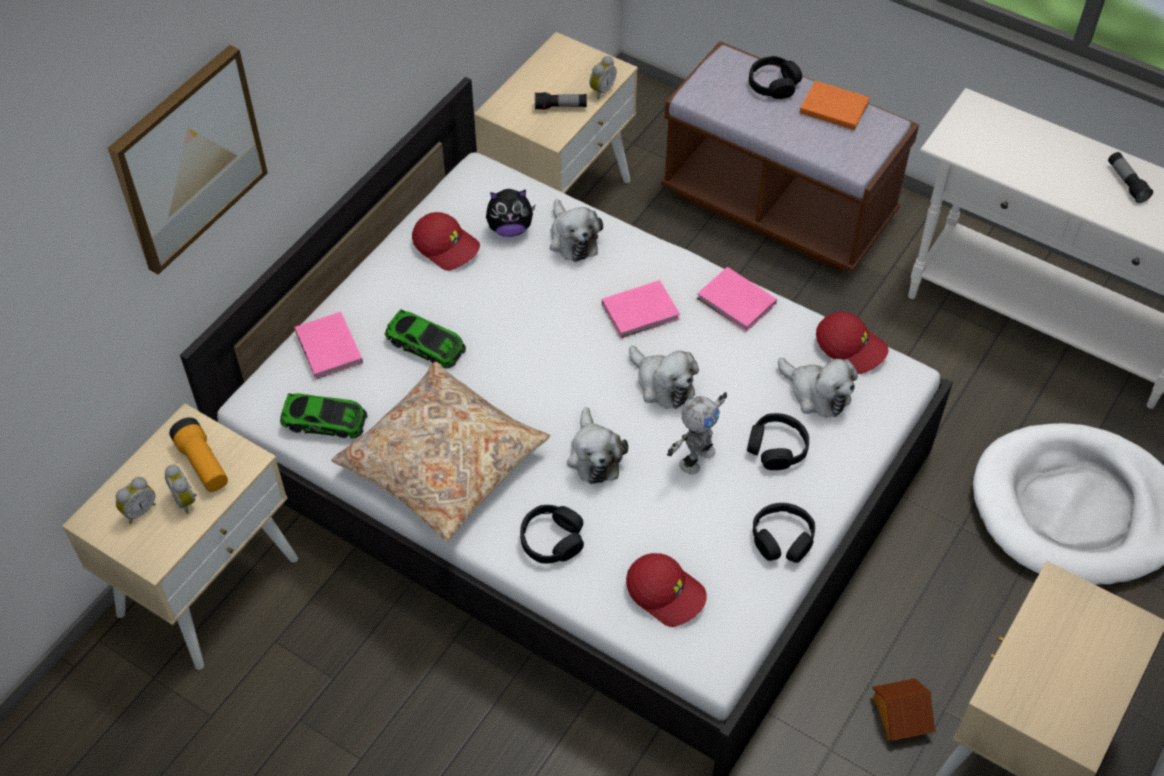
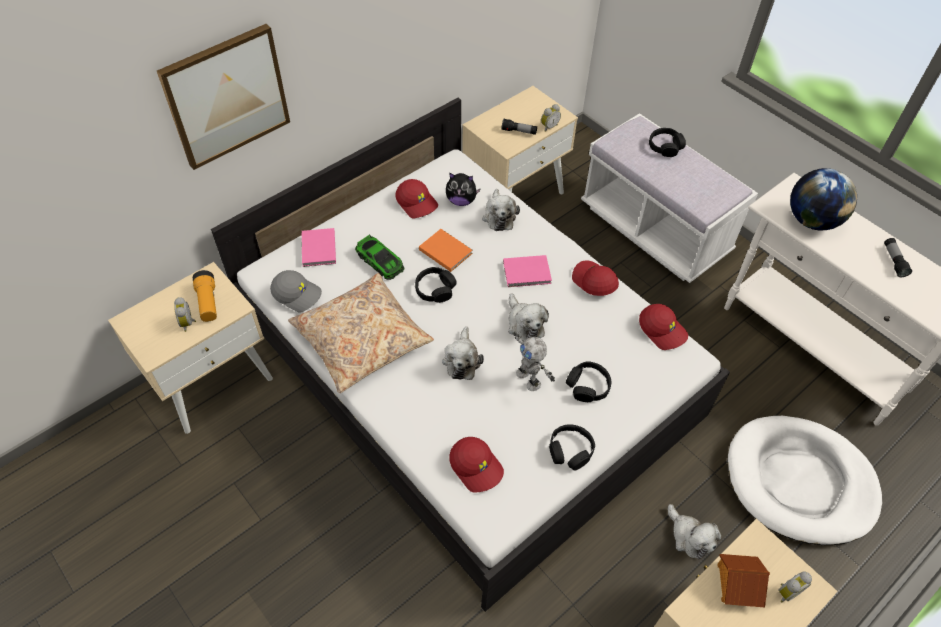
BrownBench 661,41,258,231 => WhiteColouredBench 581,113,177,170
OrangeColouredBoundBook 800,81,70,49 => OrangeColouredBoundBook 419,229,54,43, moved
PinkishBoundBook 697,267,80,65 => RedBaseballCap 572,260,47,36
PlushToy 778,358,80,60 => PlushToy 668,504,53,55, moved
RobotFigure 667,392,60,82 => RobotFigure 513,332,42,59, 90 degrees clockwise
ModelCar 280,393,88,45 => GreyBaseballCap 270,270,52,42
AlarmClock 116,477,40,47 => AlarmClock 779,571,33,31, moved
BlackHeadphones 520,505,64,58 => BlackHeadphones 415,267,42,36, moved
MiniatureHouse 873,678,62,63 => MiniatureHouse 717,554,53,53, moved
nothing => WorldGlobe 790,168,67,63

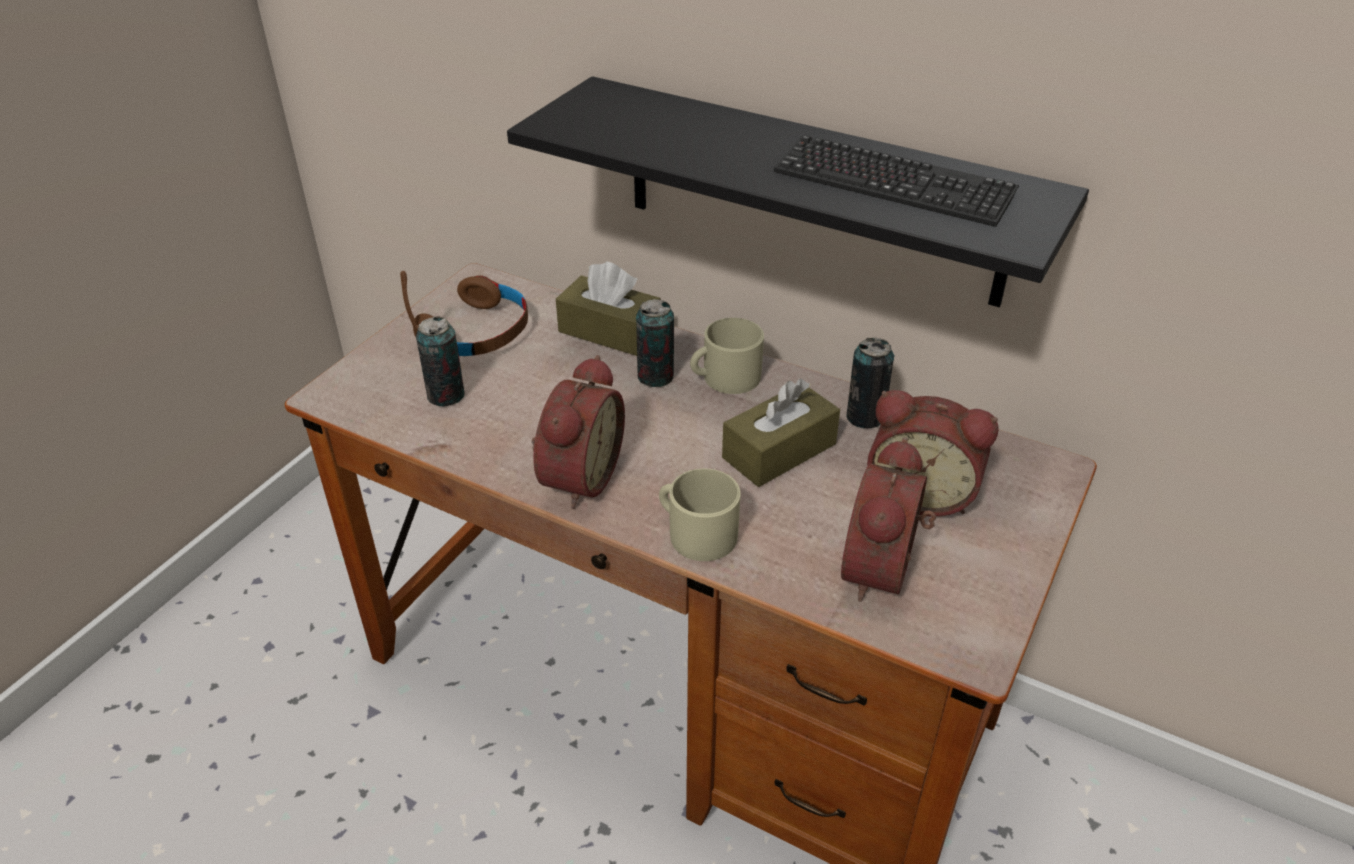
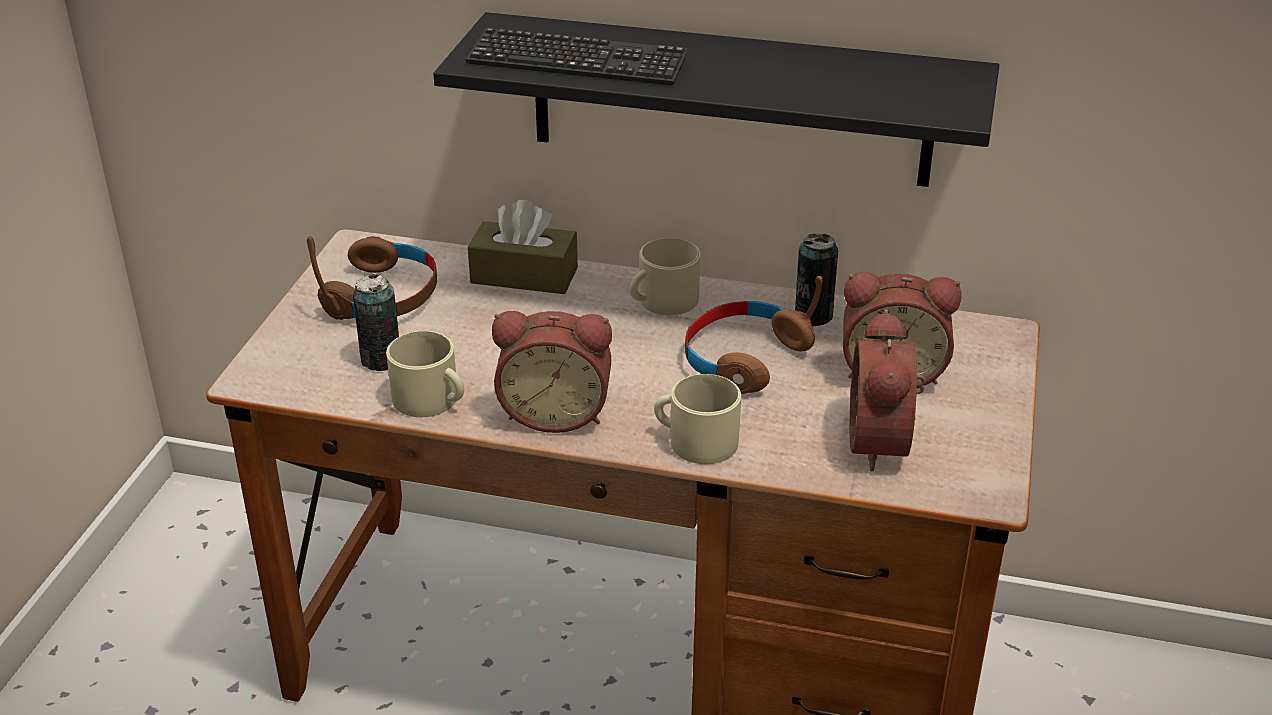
Keyboard 774,135,245,92 => Keyboard 466,28,222,57, moved
SealedCan 636,299,38,88 => nothing
AlarmClock 532,355,93,154 => AlarmClock 492,311,120,122, 90 degrees clockwise
BrownTissueBox 722,379,118,108 => BrownHeadphones 685,276,138,118
nothing => SandColouredMug 386,331,78,86

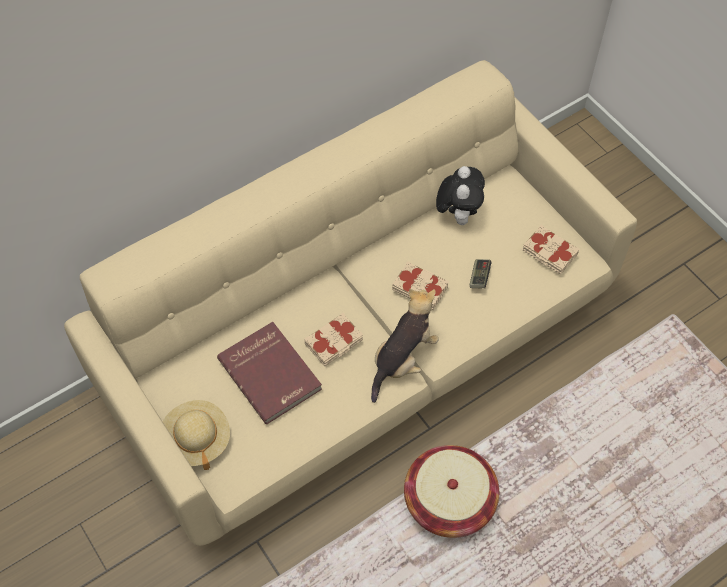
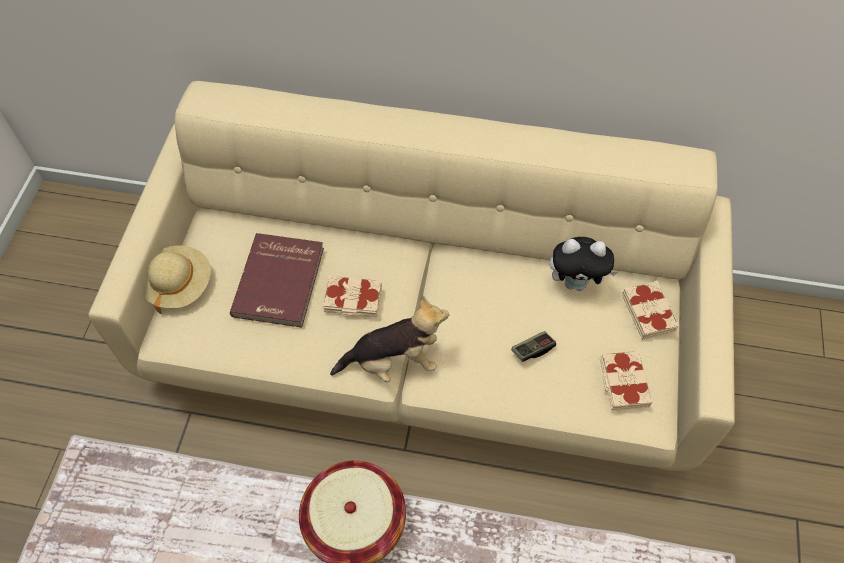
PlushToy 436,166,49,59 => PlushToy 549,237,69,54, 45 degrees clockwise
SandColouredBoundBook 392,261,57,49 => SandColouredBoundBook 622,281,57,59, moved

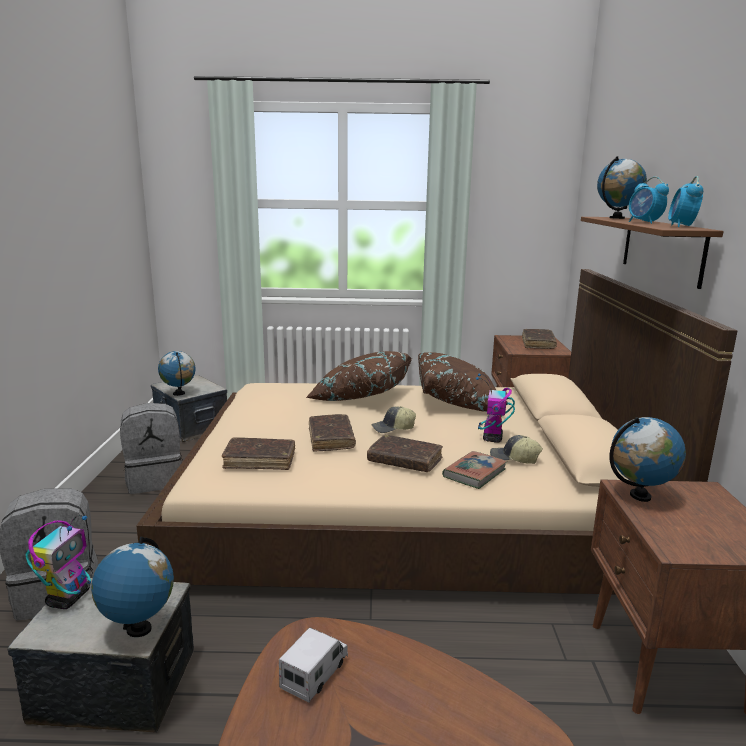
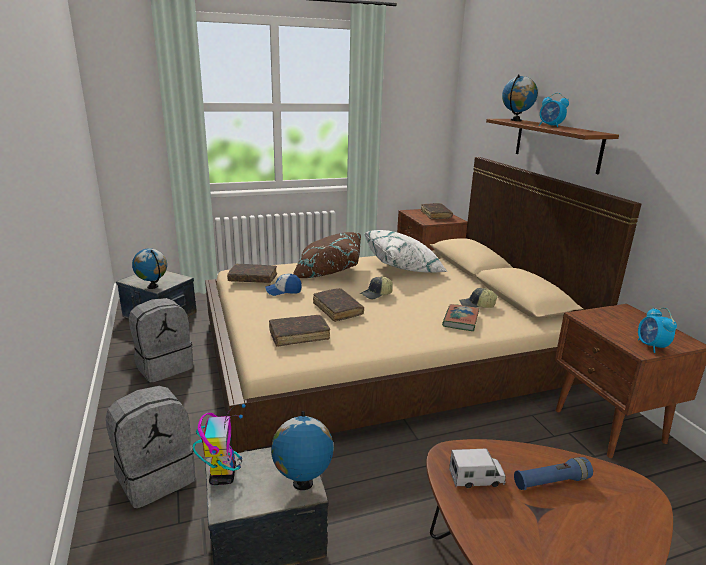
AlarmClock 668,176,35,51 => AlarmClock 638,308,39,45, moved
BrownThrowPillow 418,352,78,60 => WhiteColouredThrowPillow 364,230,84,43
RobotFigure 476,373,39,70 => nothing
WorldGlobe 609,417,77,85 => nothing
BrownBoundBook 367,435,76,37 => BrownBoundBook 227,264,50,19, moved
ModelTruck 279,628,69,75 => ModelTruck 449,448,57,40, 75 degrees clockwise
nothing => BaseballCap 265,274,37,22
nothing => BluishFlashlight 514,457,79,33

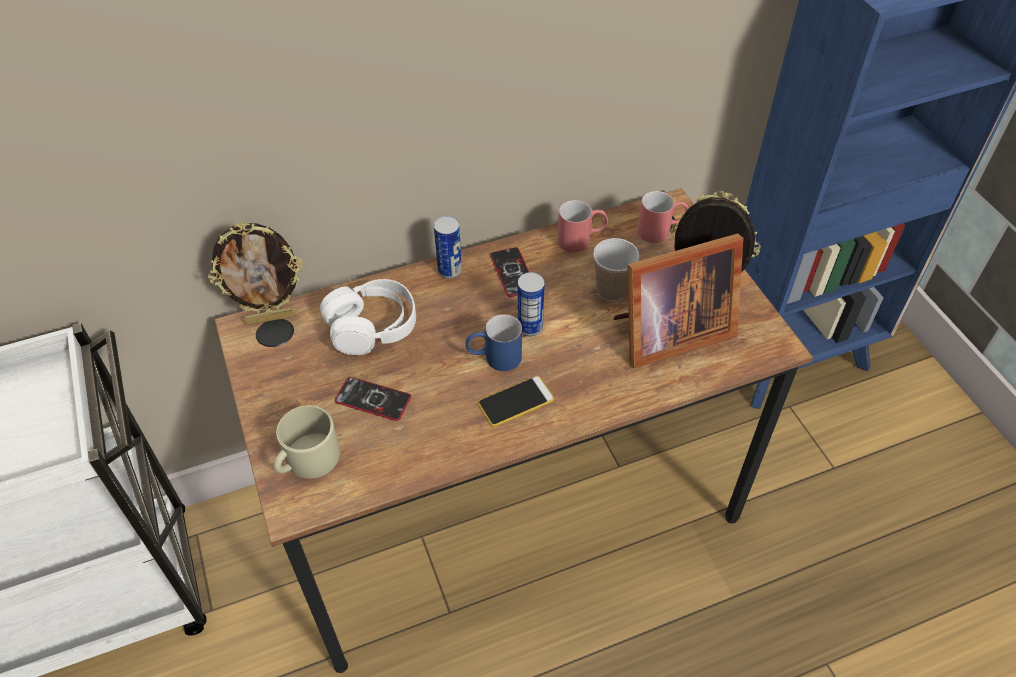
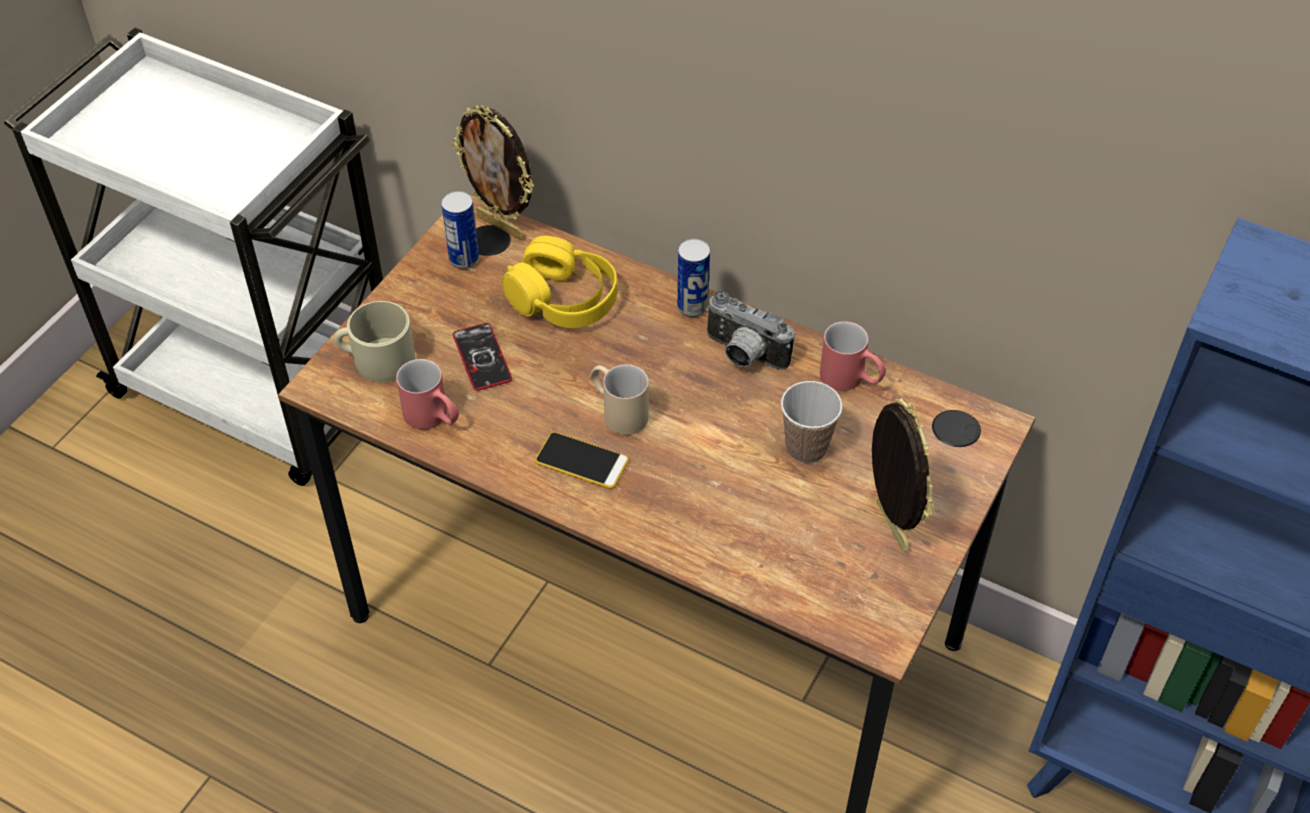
RedMug 637,191,51,52 => RedMug 396,359,63,70, moved
PictureFrame 613,233,130,135 => nothing
Phone 490,247,39,50 => StillCamera 705,291,89,79
SealedCan 517,272,28,64 => SealedCan 441,191,38,78, moved
WhiteColouredHeadphones 320,279,96,76 => YellowishHeadphones 502,236,115,92
BluishMug 466,314,56,57 => SandColouredMug 590,364,59,71

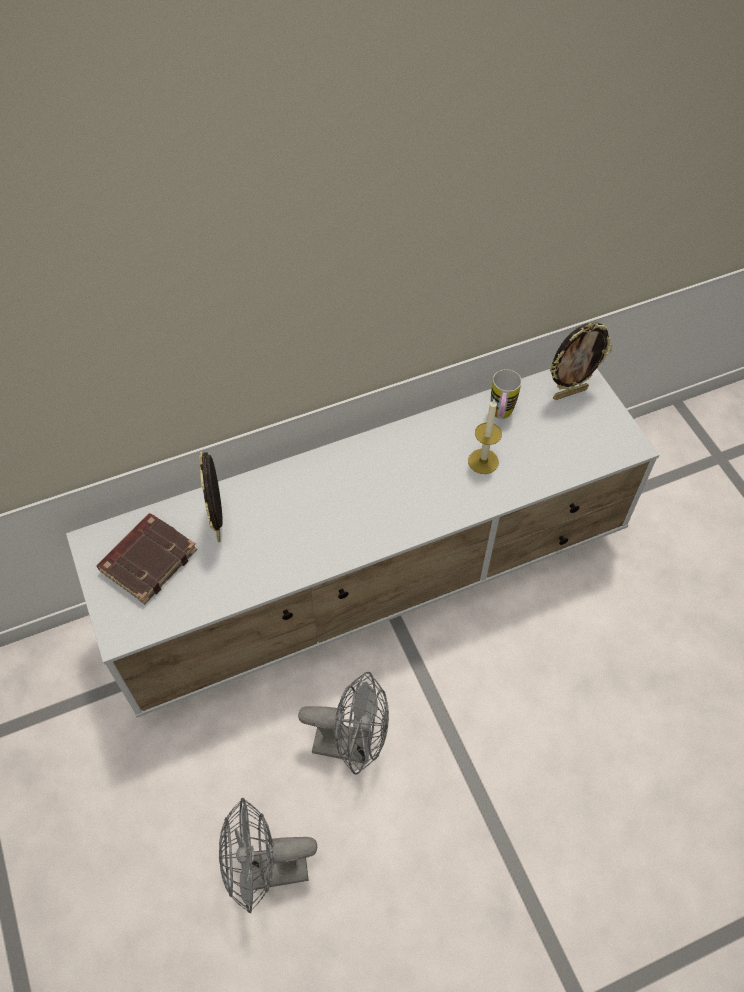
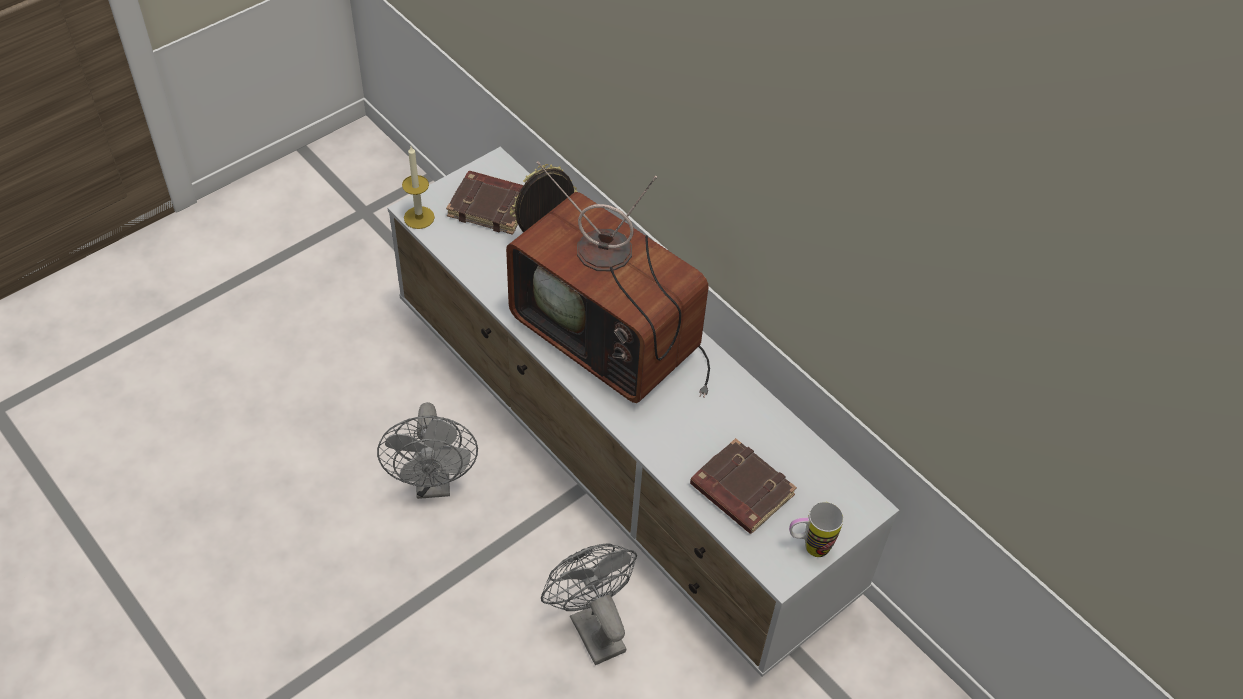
PictureFrame 550,322,63,78 => nothing
Mug 491,369,31,50 => Mug 789,502,55,55, moved
WaxCandle 468,400,34,74 => WaxCandle 402,146,33,83, moved
GreyFan 219,798,98,115 => GreyFan 541,543,96,122, moved
nothing => Tv 506,161,204,242
nothing => BrownBoundBook 690,438,107,96

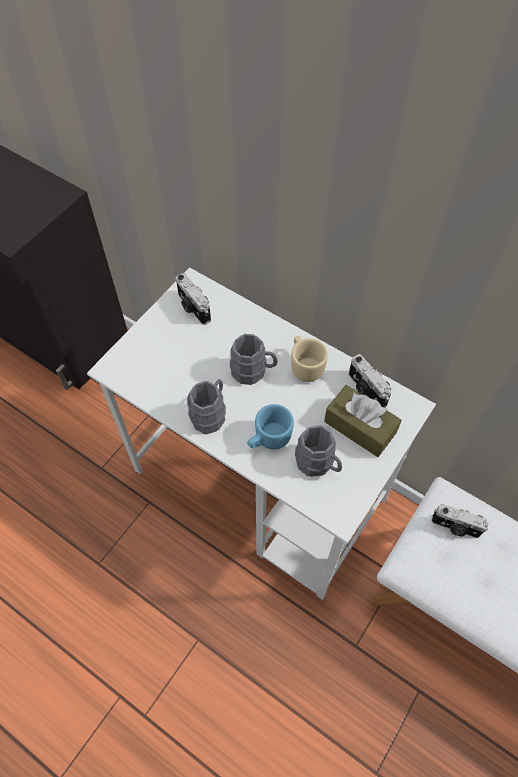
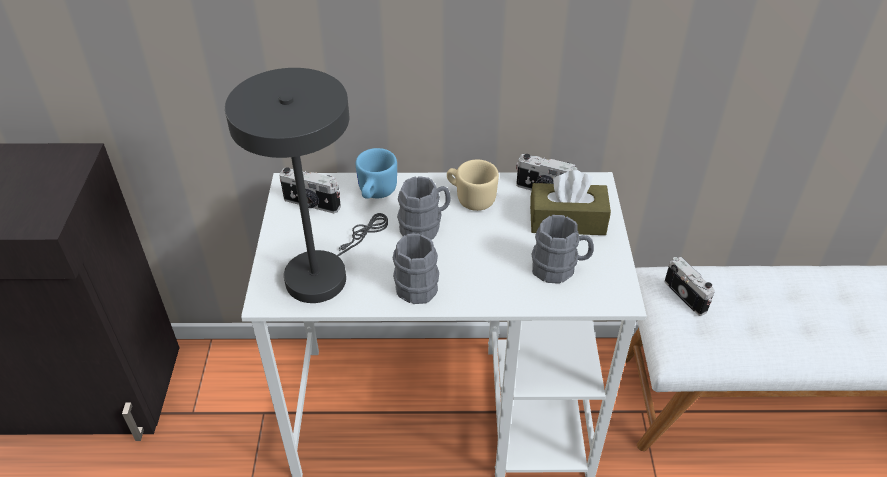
BluishMug 247,404,47,46 => BluishMug 356,148,41,51, moved
StillCamera 431,504,58,34 => StillCamera 664,257,51,59, 105 degrees counterclockwise
nothing => GreyTableLamp 225,68,163,235

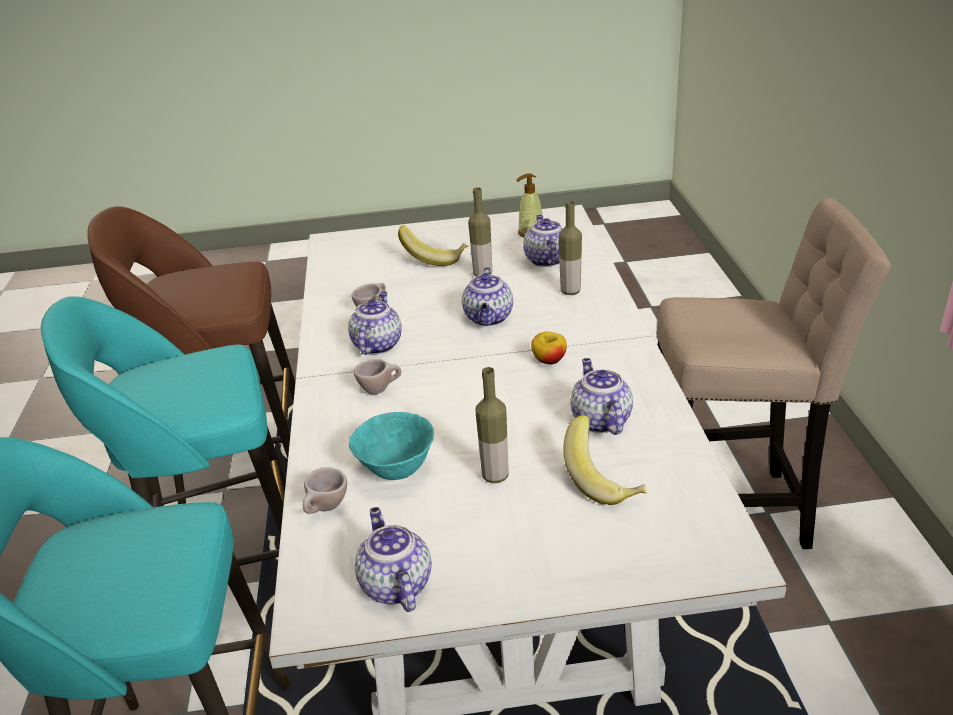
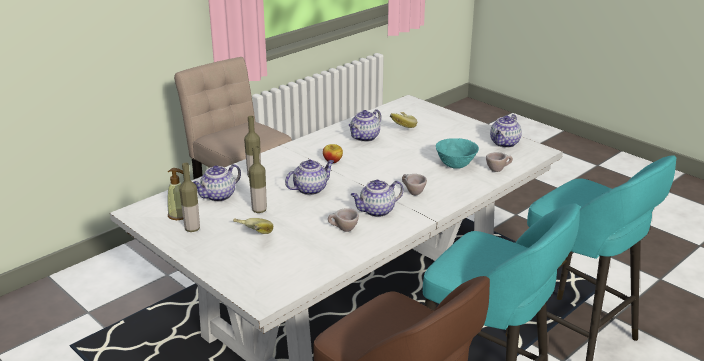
BeverageBottle 475,367,34,116 => BeverageBottle 179,163,21,69, moved

